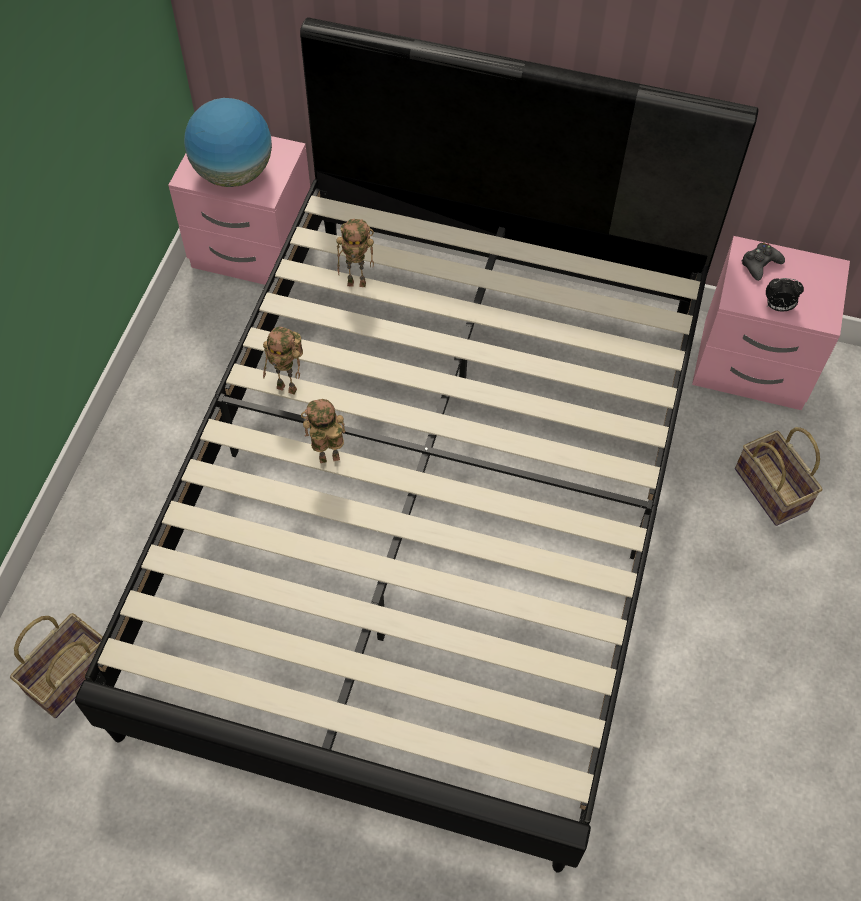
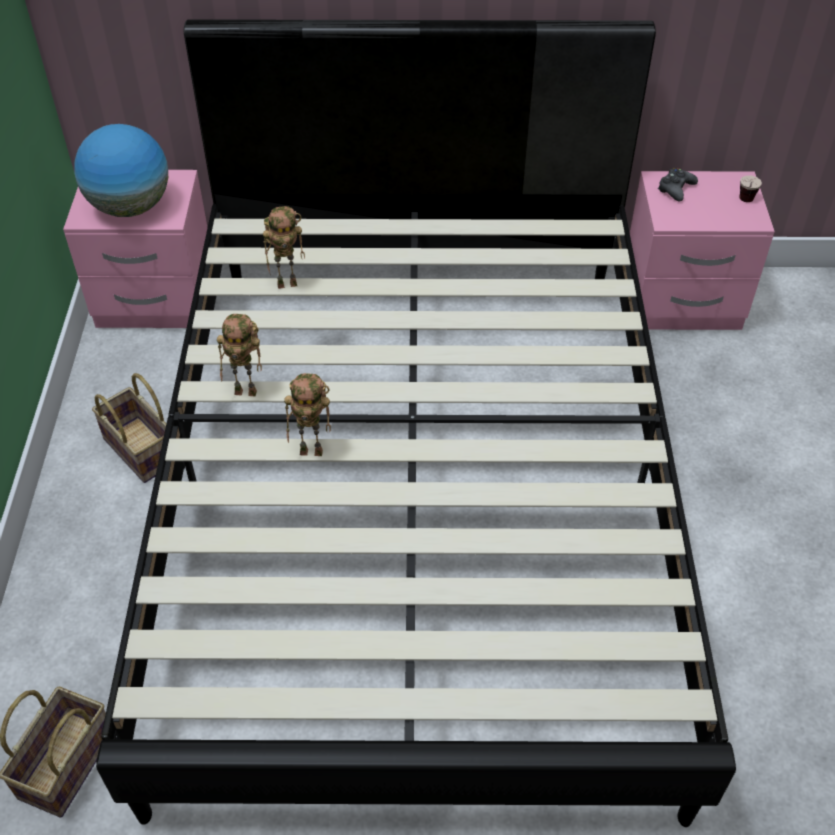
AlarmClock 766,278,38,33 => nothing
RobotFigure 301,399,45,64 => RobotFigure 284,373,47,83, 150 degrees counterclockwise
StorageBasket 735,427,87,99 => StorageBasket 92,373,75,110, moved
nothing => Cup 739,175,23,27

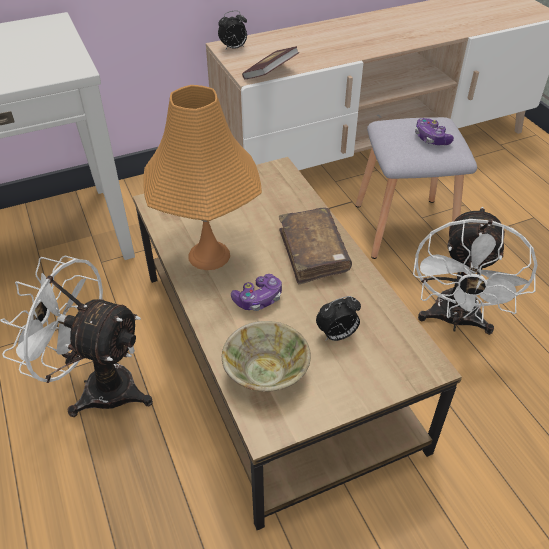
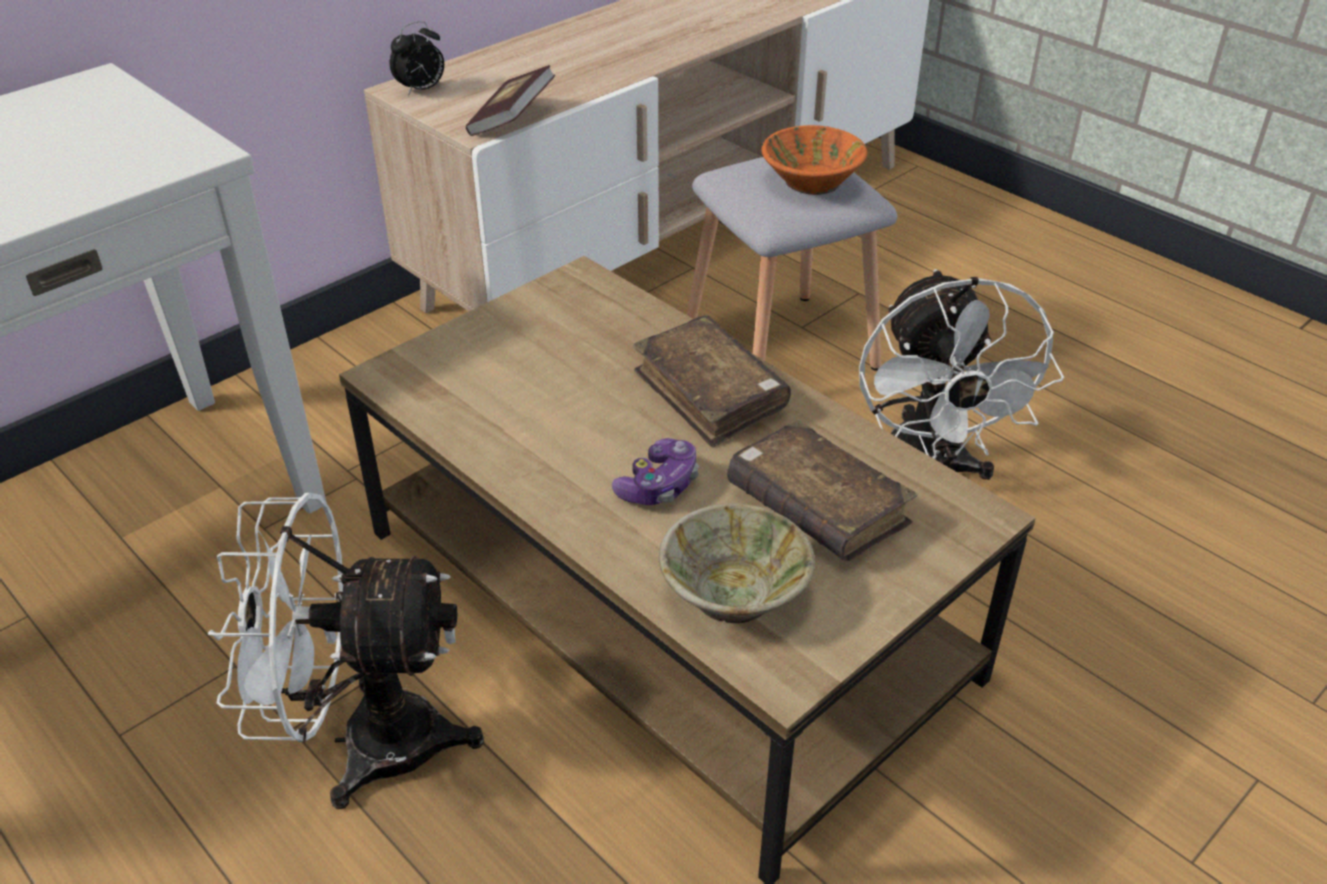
OrangeColouredTableLamp 143,85,119,185 => nothing
Joypad 415,118,39,27 => OrangeColouredServingBowl 762,125,106,70
AlarmClock 316,296,45,45 => BrownBoundBook 727,420,190,141

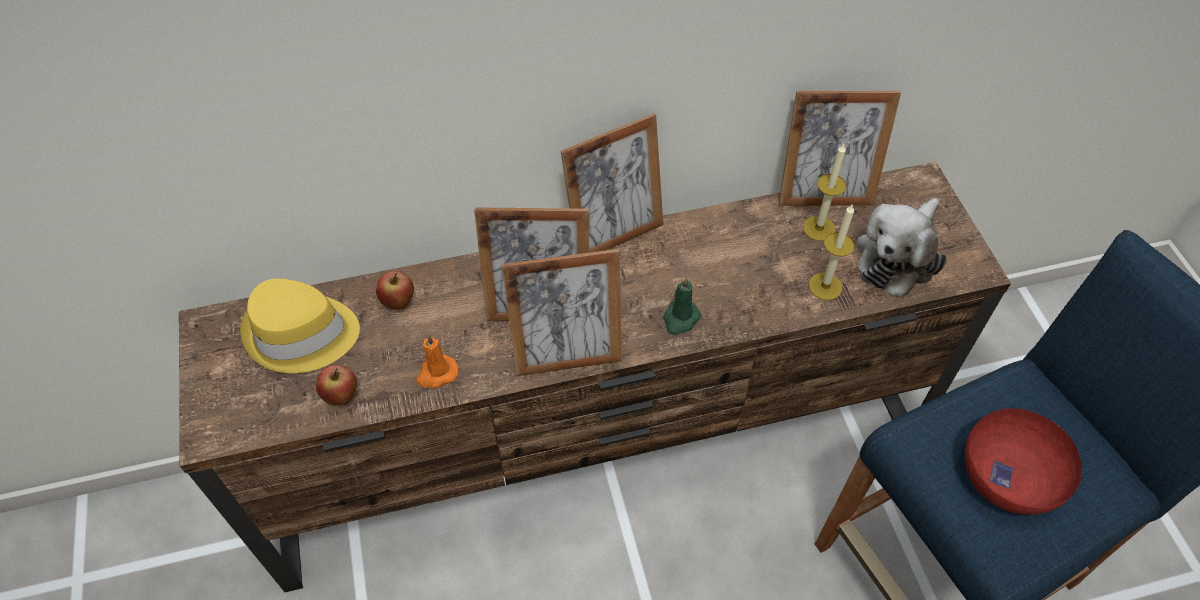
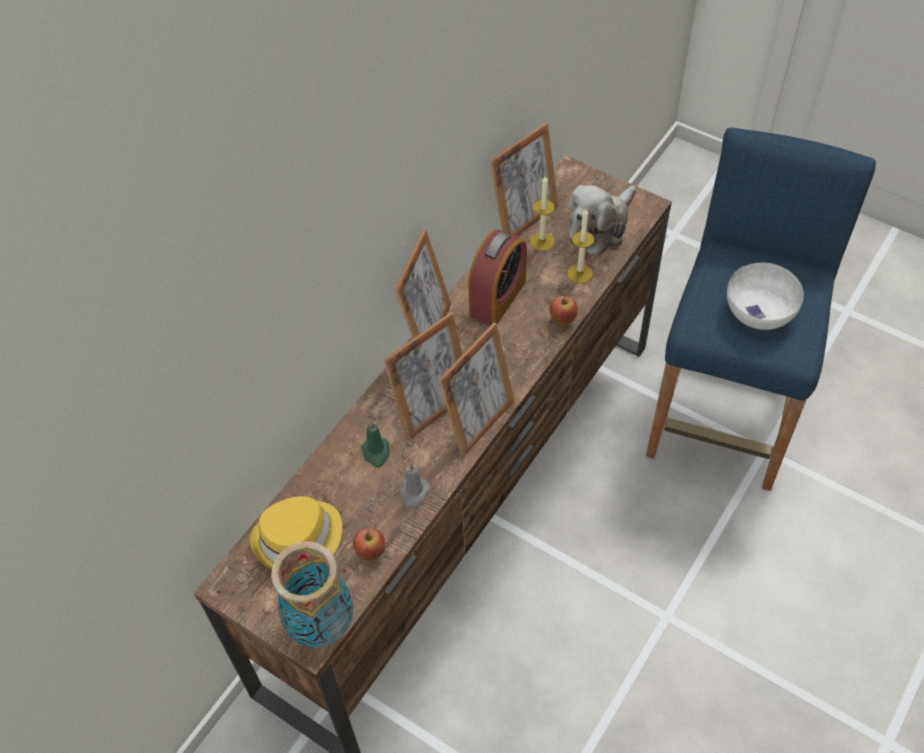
PlushToy 856,198,91,100 => PlushToy 568,185,68,71, 45 degrees clockwise
Apple 376,271,38,39 => Apple 550,295,28,31, moved
GreenColouredWaxCandle 663,277,38,58 => GreenColouredWaxCandle 361,422,29,46, moved
OrangeColouredWaxCandle 416,334,43,54 => GreyWaxCandle 400,463,31,45
RedServingBowl 965,408,117,107 => WhiteColouredServingBowl 727,263,77,67
nothing => AlarmClock 468,229,59,97
nothing => FlowerVase 271,541,82,106

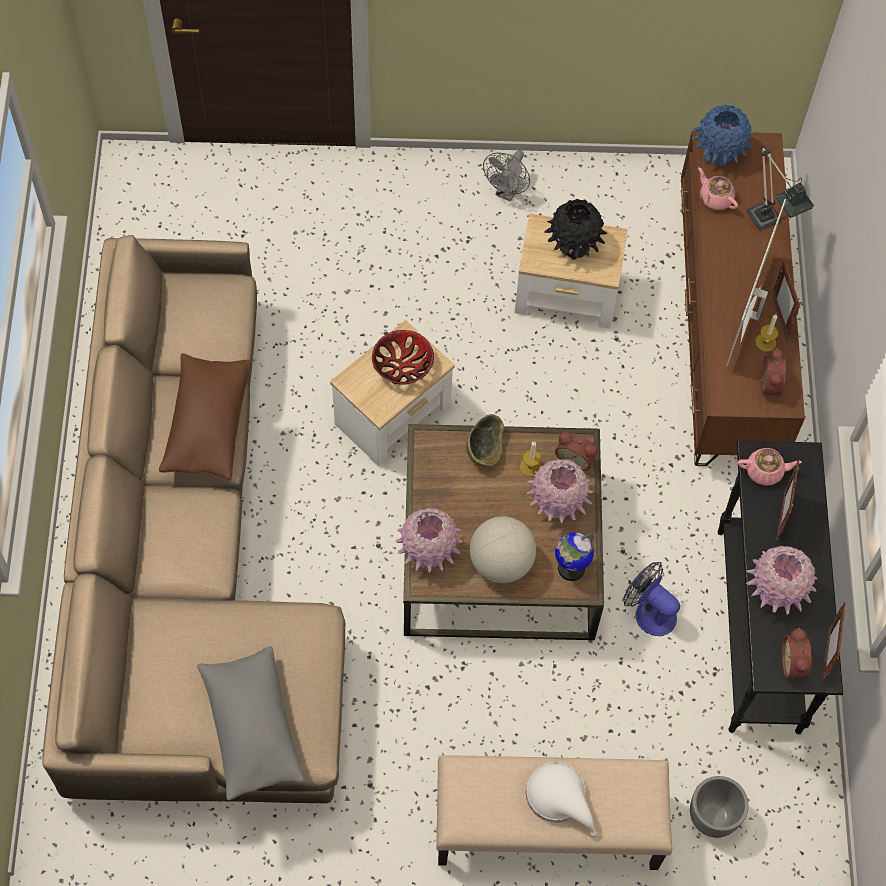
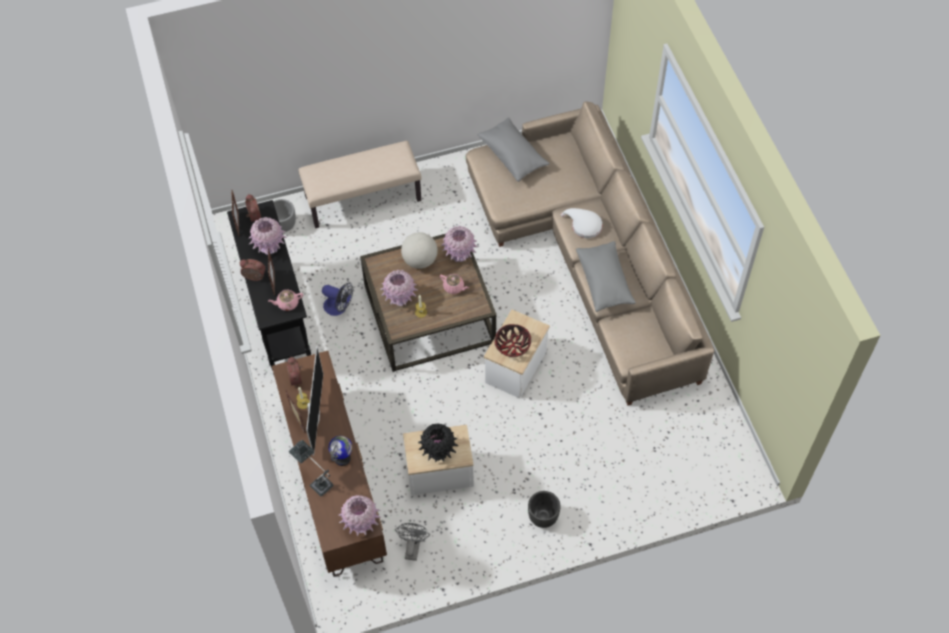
BluishFlowerVase 692,104,62,62 => PinkishFlowerVase 339,495,42,42
GreyFan 483,150,47,52 => GreyFan 395,523,35,38, moved
PinkishPotForTea 698,167,40,43 => PinkishPotForTea 440,274,29,20, moved
BrownThrowPillow 159,353,92,127 => GreyThrowPillow 576,241,60,71
ServingBowl 466,414,38,53 => nothing
AlarmClock 555,432,43,39 => AlarmClock 240,259,25,22, moved
WorldGlobe 555,532,39,49 => WorldGlobe 329,436,23,30, moved
WhiteColouredClothingHat 526,762,72,76 => WhiteColouredClothingHat 561,208,42,30, moved
nothing => BlackPlanter 528,491,33,37

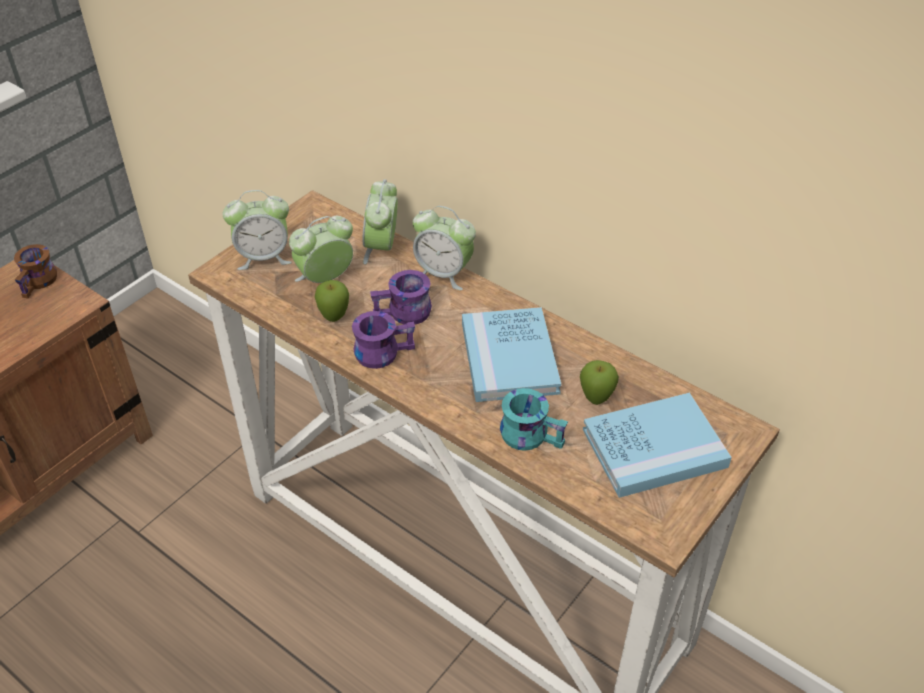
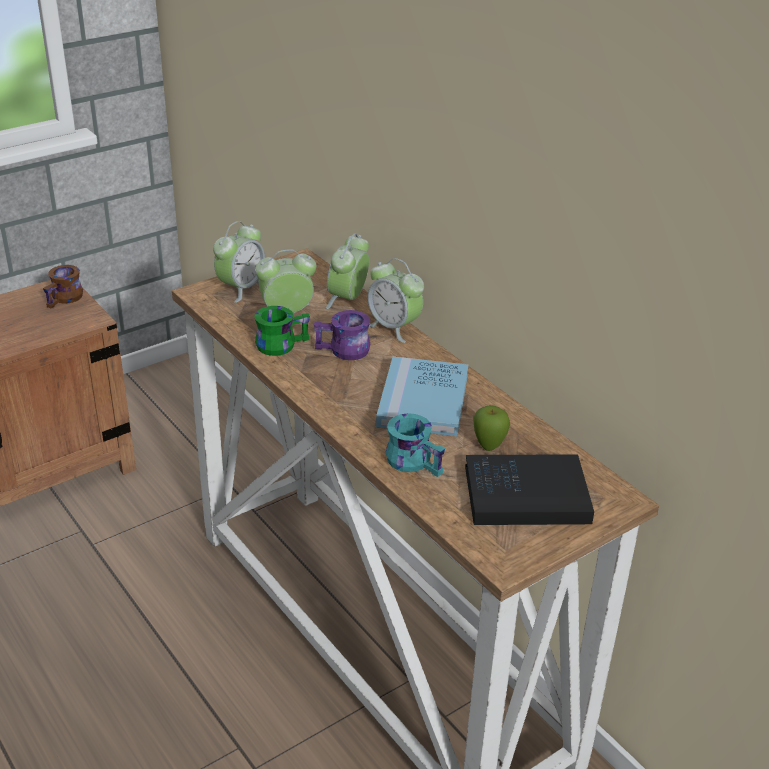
AlarmClock 222,190,70,80 => AlarmClock 213,221,52,82, 60 degrees counterclockwise
Apple 315,280,34,42 => GreenColouredMug 255,306,55,50
PurplishMug 352,311,63,58 => nothing
BluishBoundBook 583,393,149,105 => BlackBoundBook 465,454,129,71

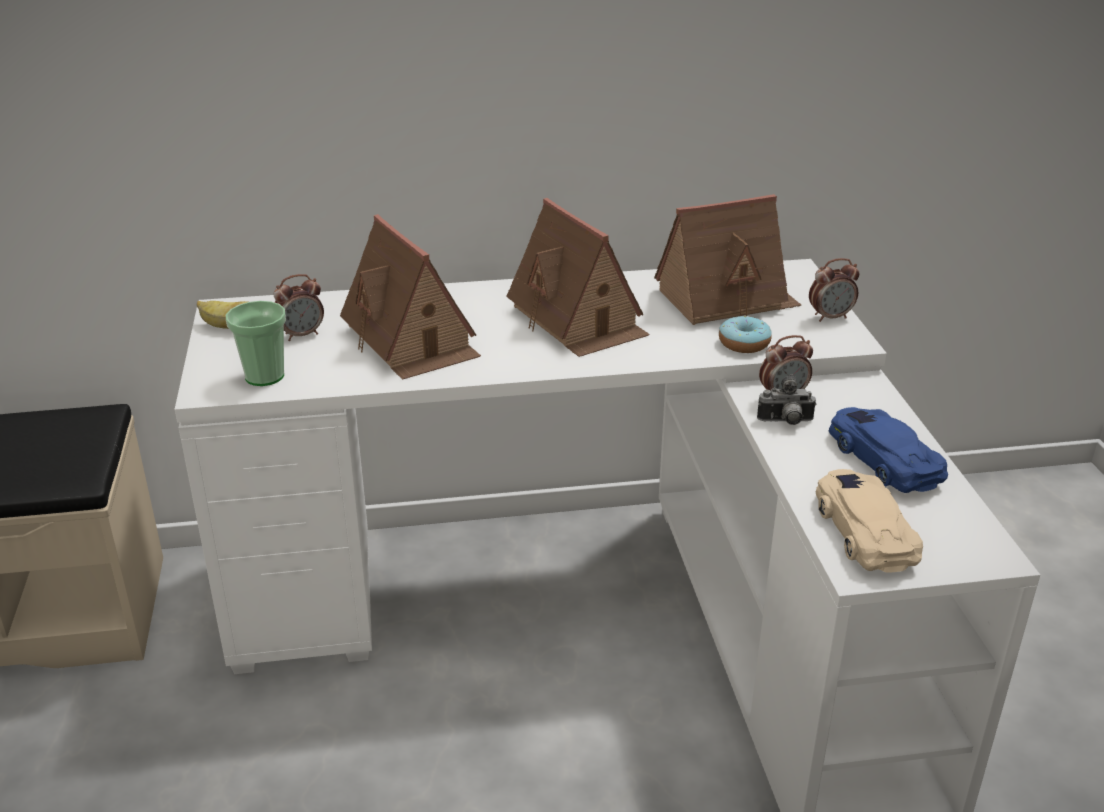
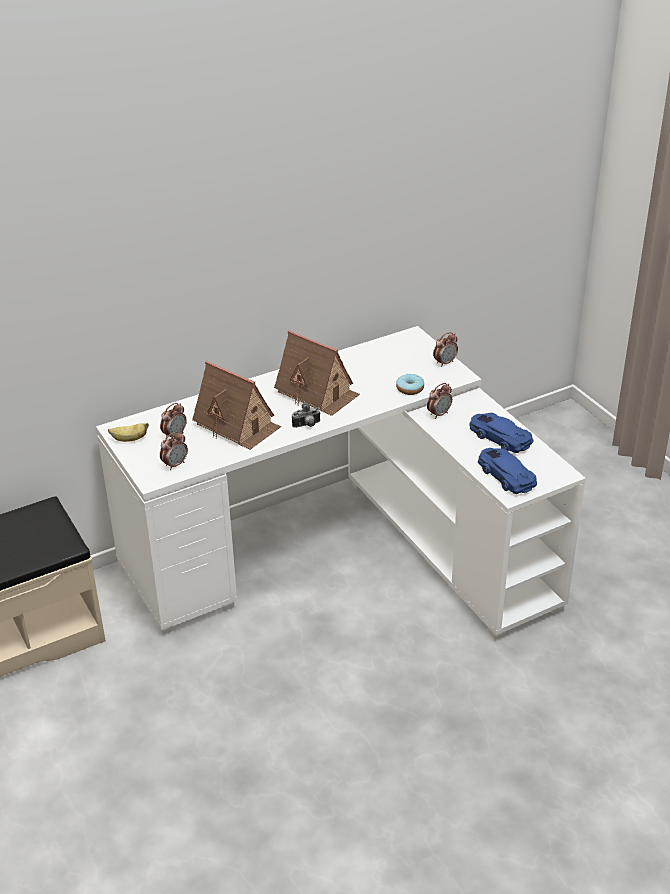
MiniatureHouse 654,194,147,131 => nothing
Cup 226,301,60,85 => AlarmClock 160,431,28,39
StillCamera 757,374,60,51 => StillCamera 292,401,29,27, moved
SandColouredModelCar 816,469,107,104 => BluishModelCar 478,448,59,46

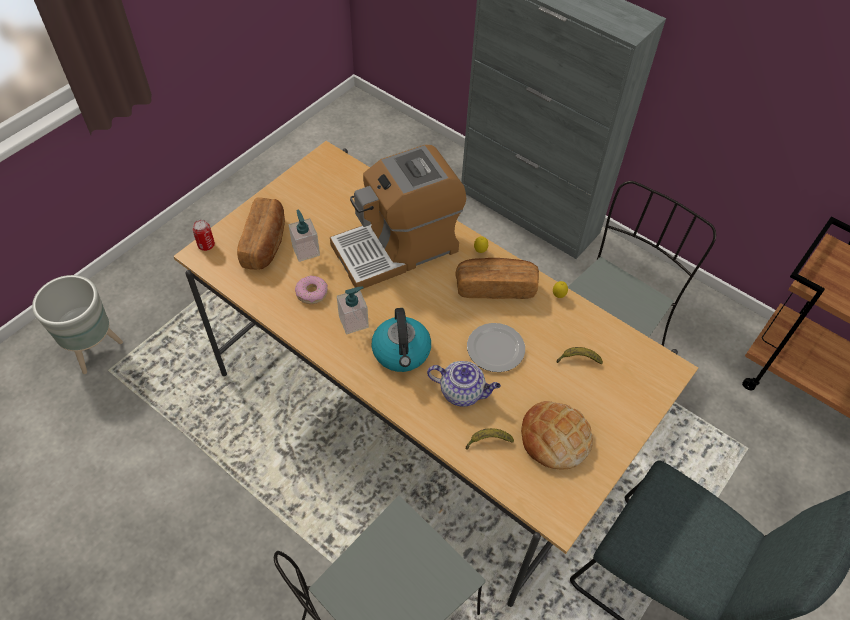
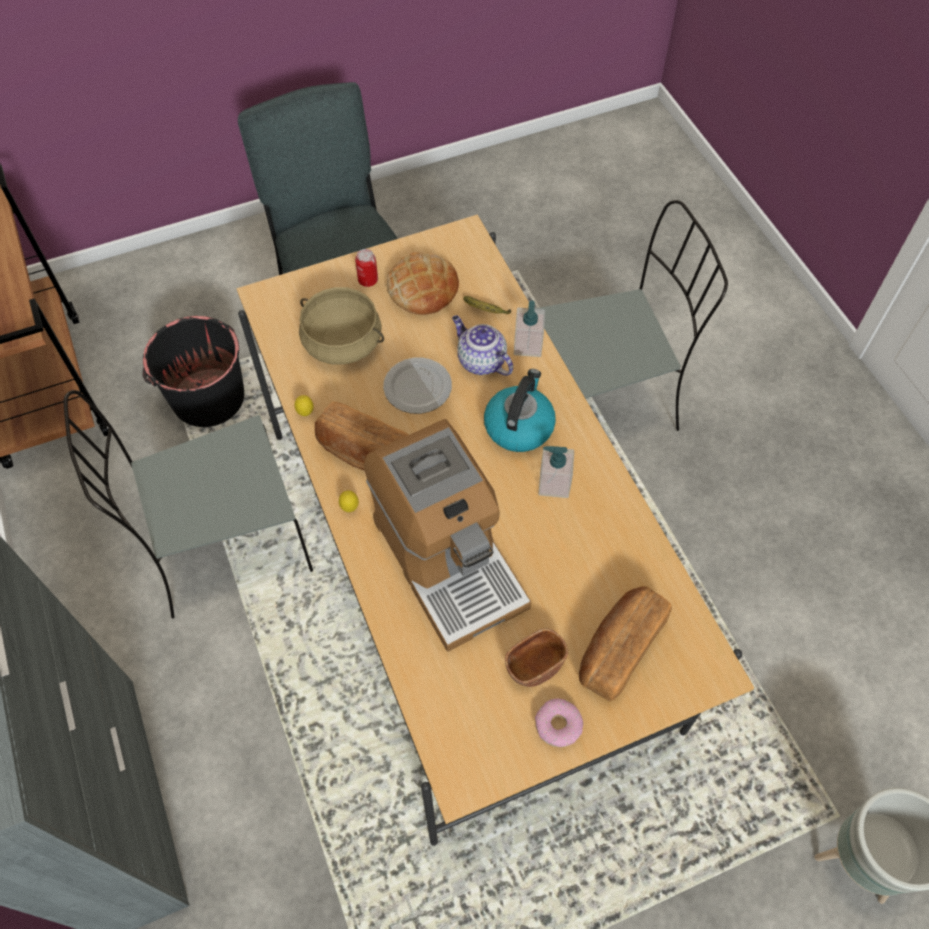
CoffeeMachine 330,145,136,144 => CoffeeMachine 364,419,167,233, 60 degrees clockwise
SoapBottle 289,210,31,52 => SoapBottle 514,301,31,56, moved
SealedCan 192,220,23,31 => SealedCan 355,249,23,38, moved
Donut 295,276,33,28 => Donut 535,699,48,49, moved
WholeBanana 557,347,46,17 => SandColouredSaucepot 299,287,85,78
nothing => BlackWaterBucket 142,316,102,111
nothing => BrownServingBowl 505,628,63,59

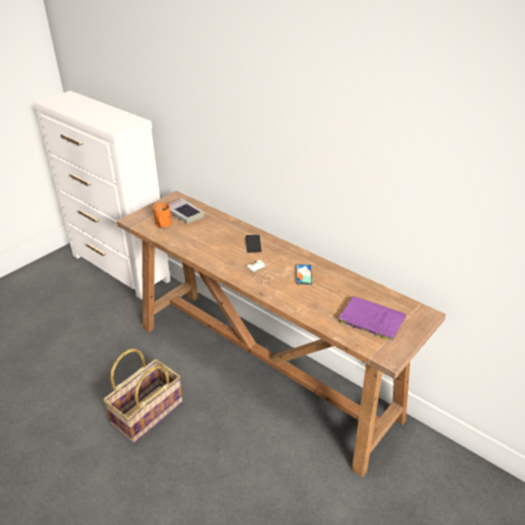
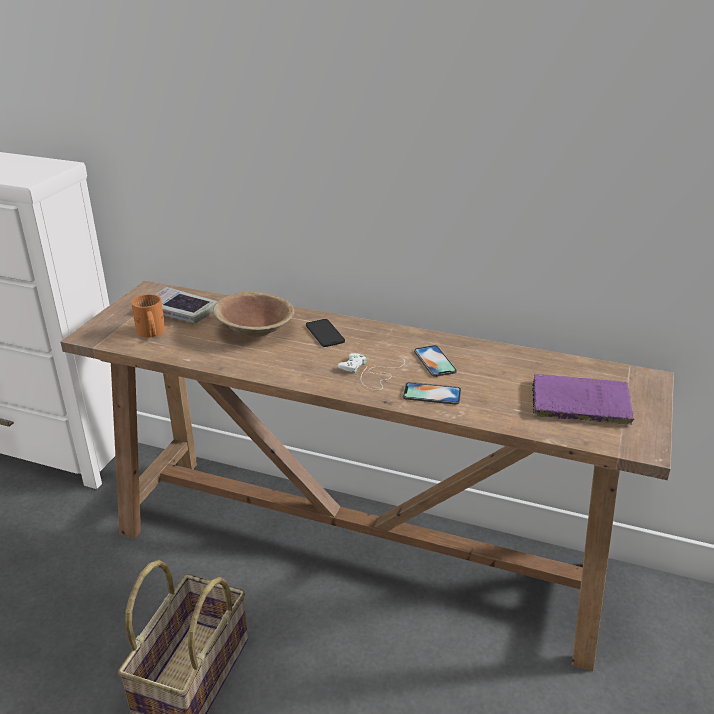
nothing => BrownServingBowl 213,292,81,45
nothing => Phone 403,382,58,22

